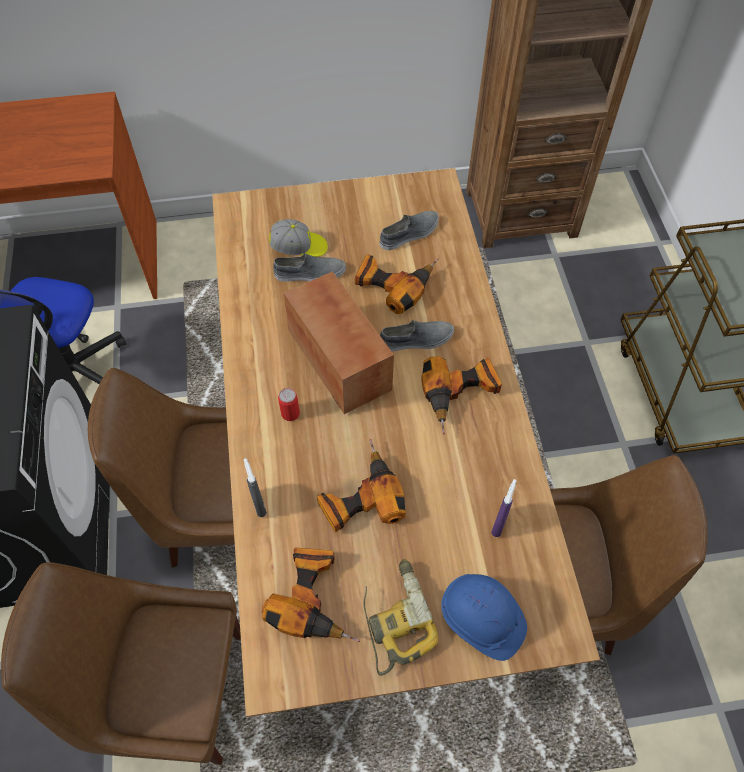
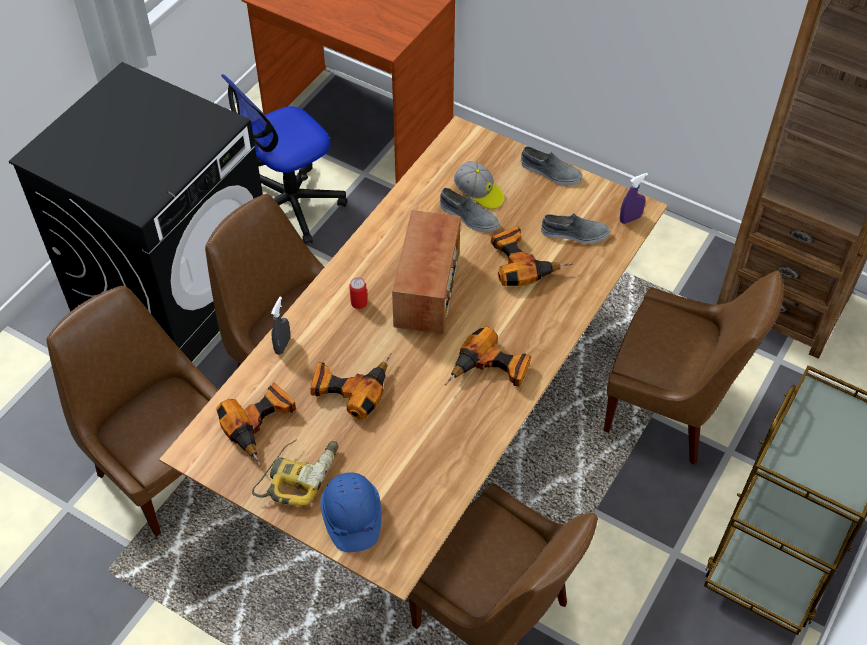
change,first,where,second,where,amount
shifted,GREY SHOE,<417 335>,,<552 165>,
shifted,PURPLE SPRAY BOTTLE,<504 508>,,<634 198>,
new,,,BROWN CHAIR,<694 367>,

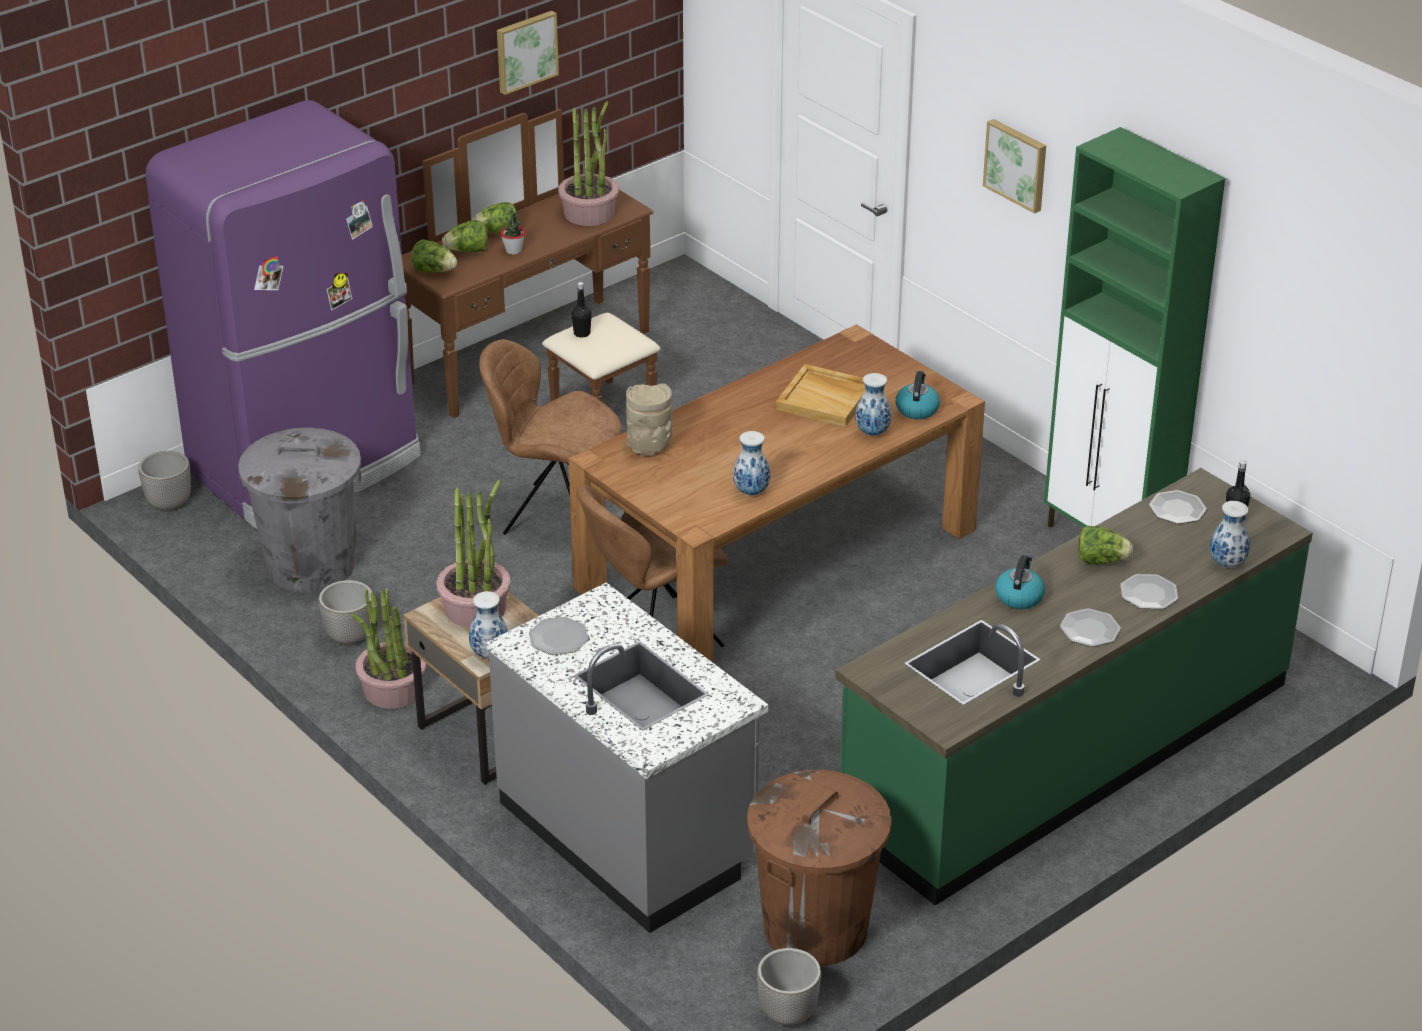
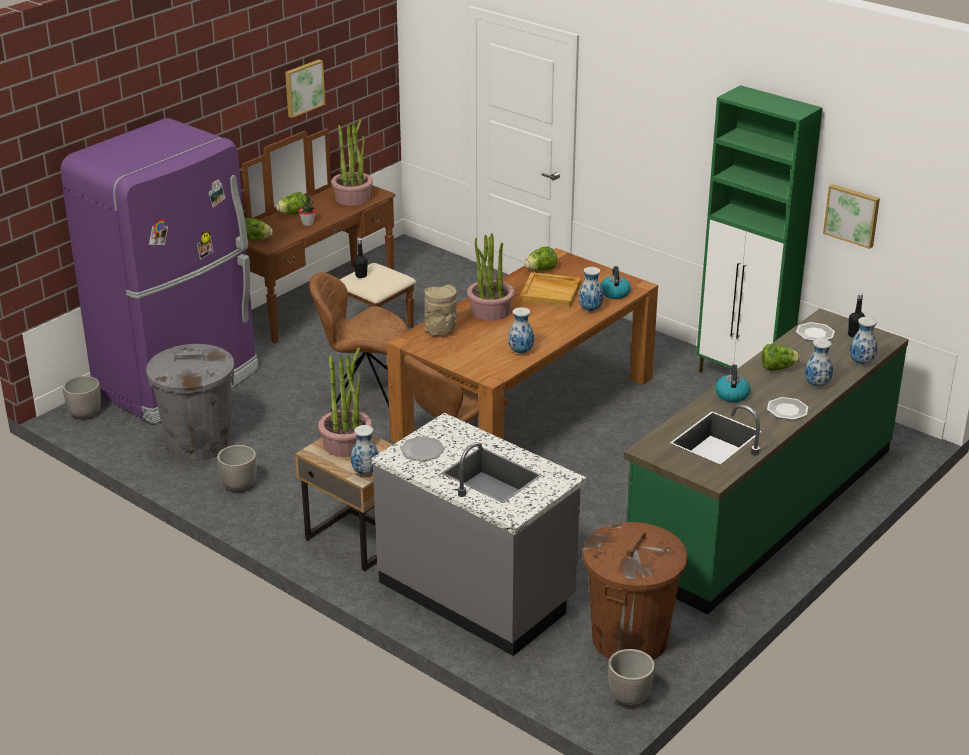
change,first,where,second,where,amount
shifted,POTTED PLANT,<389 649>,,<491 277>,
shifted,LETTUCE,<465 236>,,<540 258>,
shifted,PICTURE,<1014 166>,,<851 216>,
swapped,PLATE,<1149 591>,VASE,<819 362>,

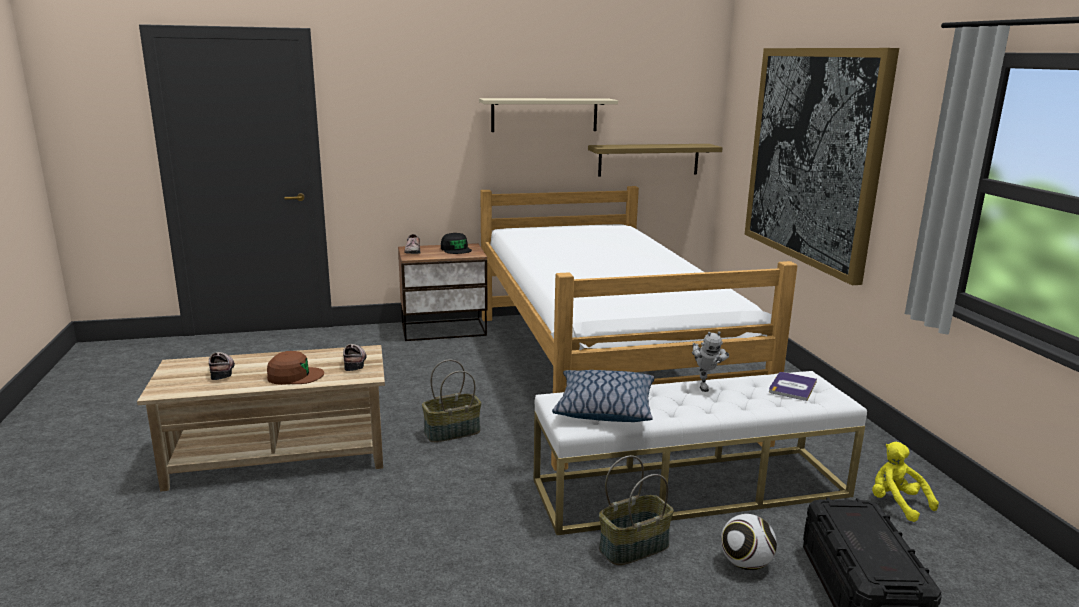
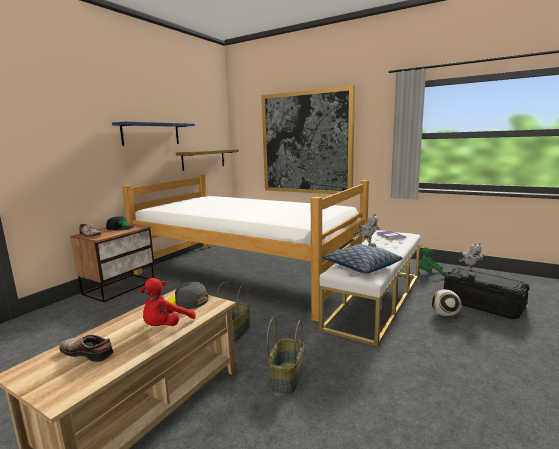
change,first,where,second,where,amount
swapped,BROWN CAP,<295 368>,RED PLUSH TOY,<168 302>,
swapped,SHOE,<355 357>,GREY CAP,<188 295>,
repainted,BEIGE SHELF,<548 115>,BLUE SHELF,<153 134>,
shifted,BASKET,<636 510>,,<285 356>,
repainted,YELLOW PLUSH TOY,<905 482>,GREEN PLUSH TOY,<433 262>,
new,,,TOY ROBOT,<471 260>,

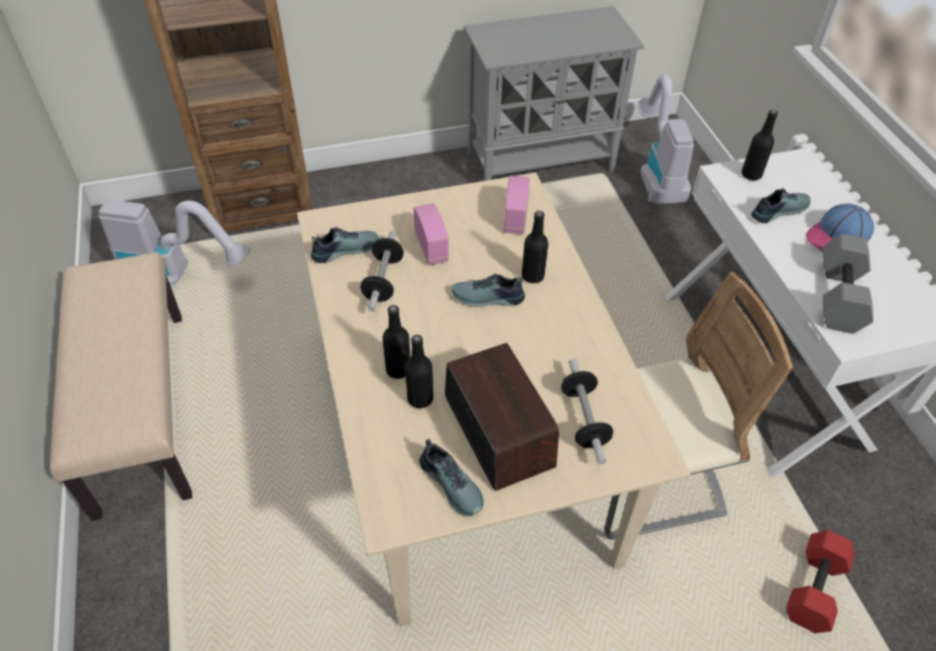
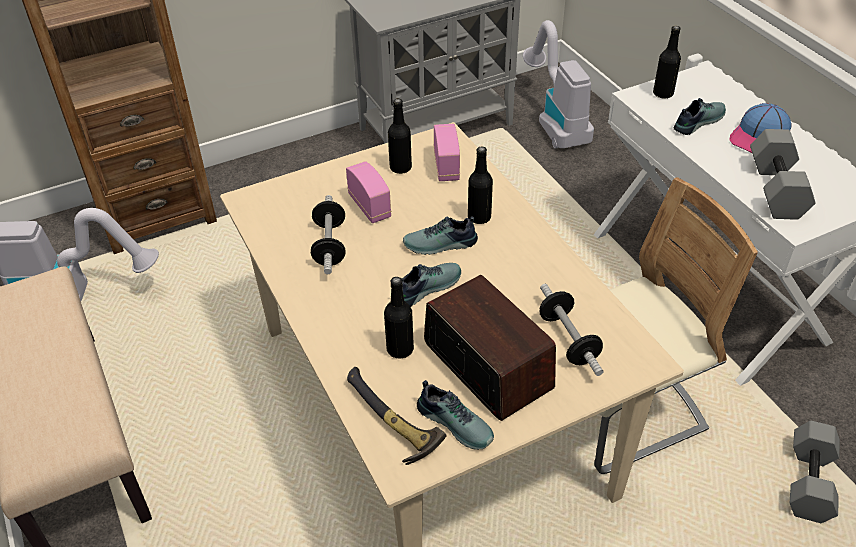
change,first,where,second,where,amount
shifted,SHOE,<344 245>,,<431 285>,
shifted,BLACK BOTTLE,<396 342>,,<400 136>,
repainted,RED DUMBBELL,<820 581>,GREY DUMBBELL,<815 472>,
new,,,HAMMER,<397 416>,

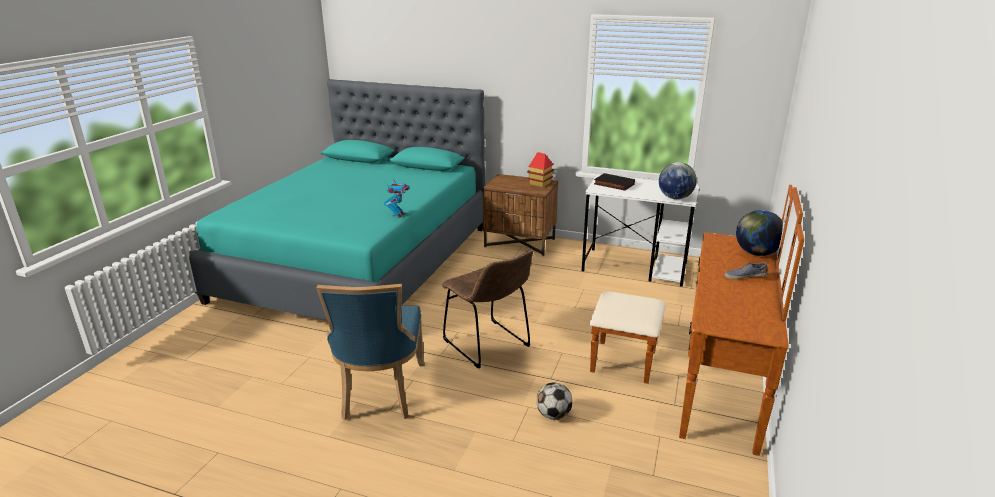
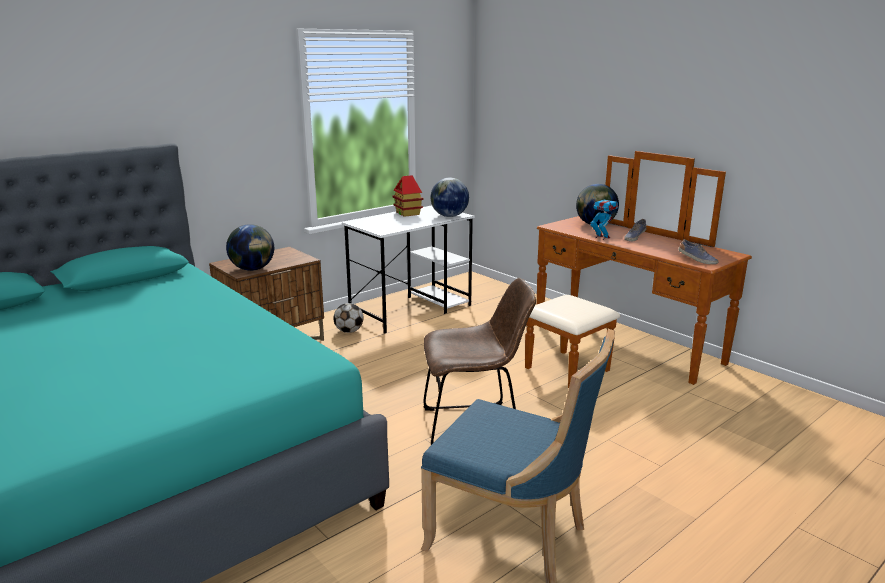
change,first,where,second,where,amount
shifted,TOY ROBOT,<396 198>,,<604 218>,
shifted,TOY HOUSE,<540 169>,,<408 196>,
shifted,FOOTBALL,<554 401>,,<348 318>,
gone,BLACK BOOK,<614 182>,,,
new,,,GLOBE,<250 247>,
new,,,SHOE,<698 251>,

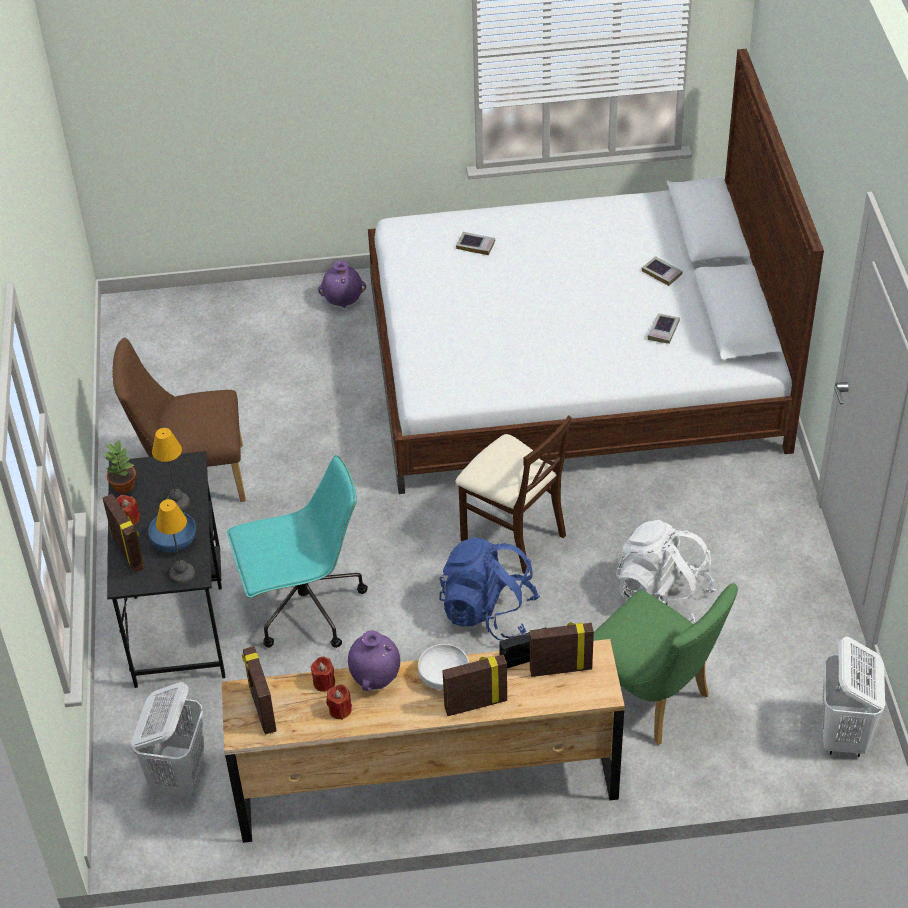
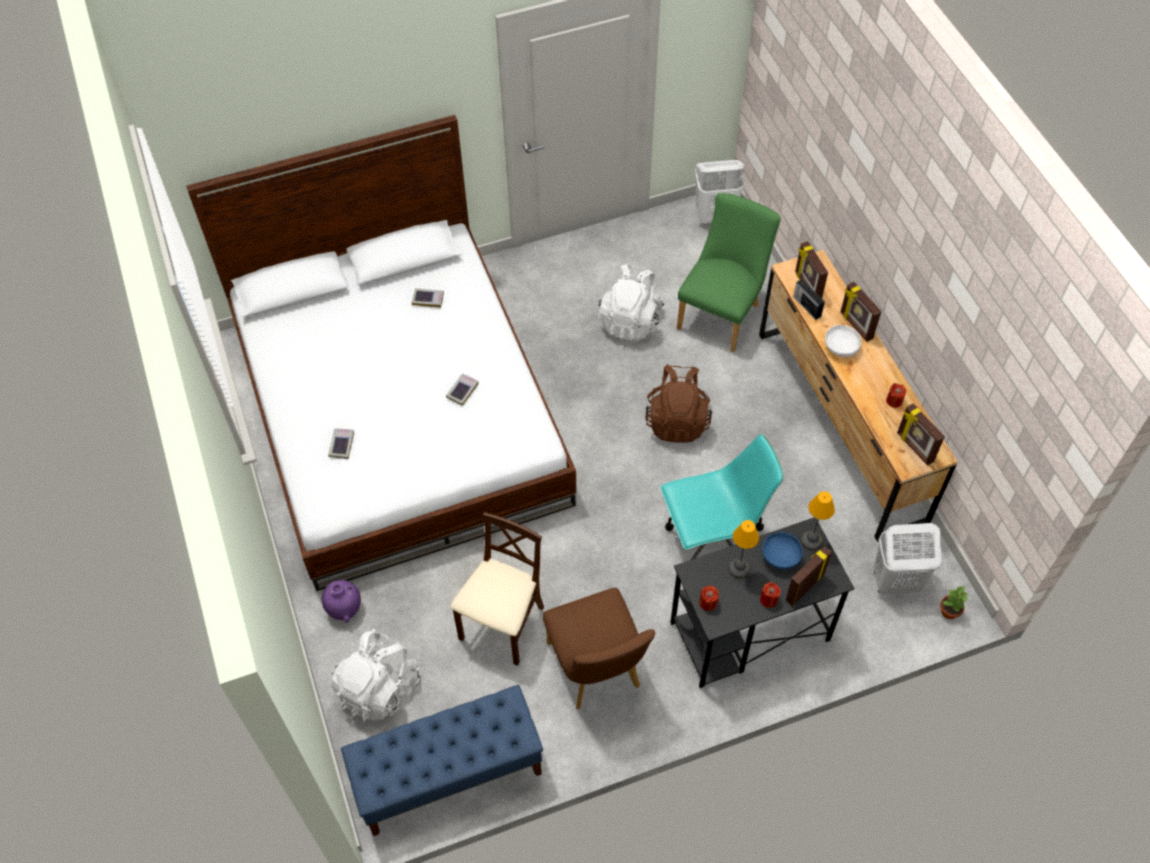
change,first,where,second,where,amount
shifted,POTTED PLANT,<120 466>,,<954 602>,
rotated,TURQUOISE OFFICE CHAIR,<297 551>,,<722 496>,105 degrees clockwise
rotated,PICTURE FRAME,<259 690>,,<921 434>,90 degrees clockwise
shifted,RED CANDLE,<323 674>,,<709 598>,
gone,PURPLE VASE,<374 660>,,,
repainted,BLUE BACKPACK,<489 588>,BROWN BACKPACK,<678 403>,
shifted,BEIGE CHAIR,<513 494>,,<497 589>,
shifted,BOOK,<662 271>,,<462 390>,
new,,,WHITE BACKPACK,<375 675>,
new,,,BLUE BENCH,<442 760>,

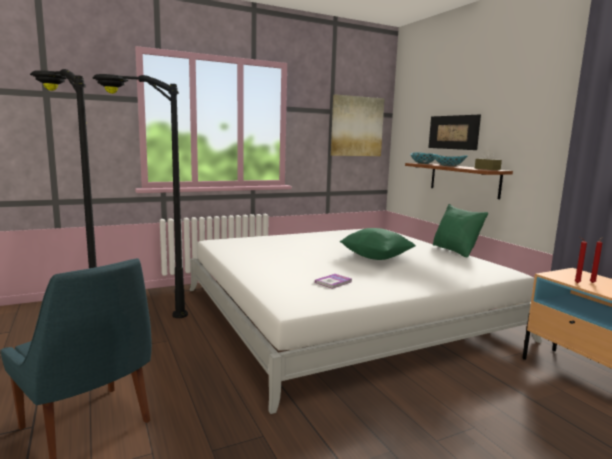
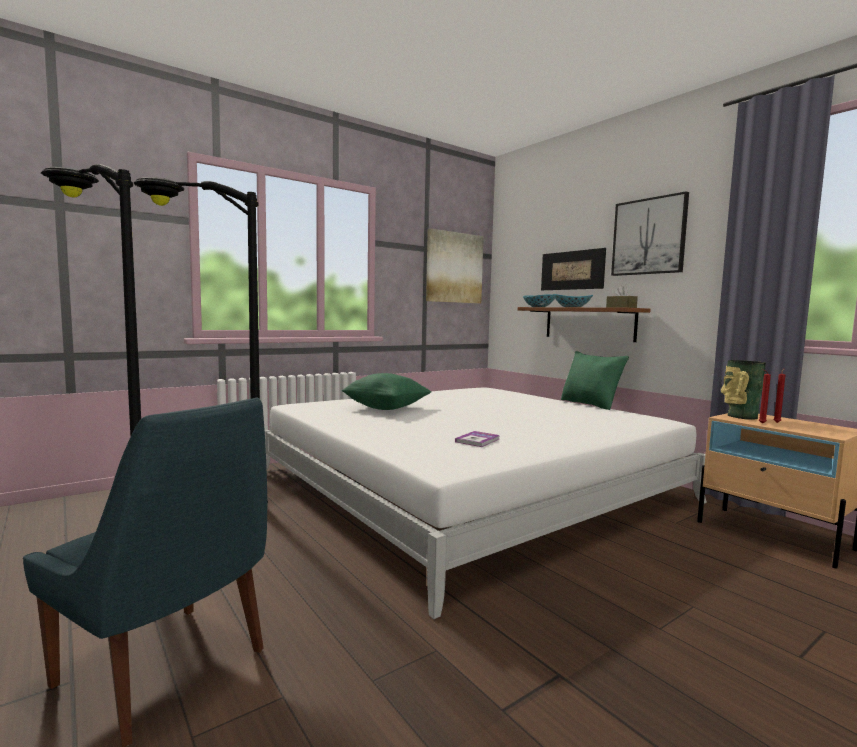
change,first,where,second,where,amount
shifted,GREEN PILLOW,<378 244>,,<386 391>,
new,,,PICTURE,<650 233>,
new,,,VASE,<743 390>,

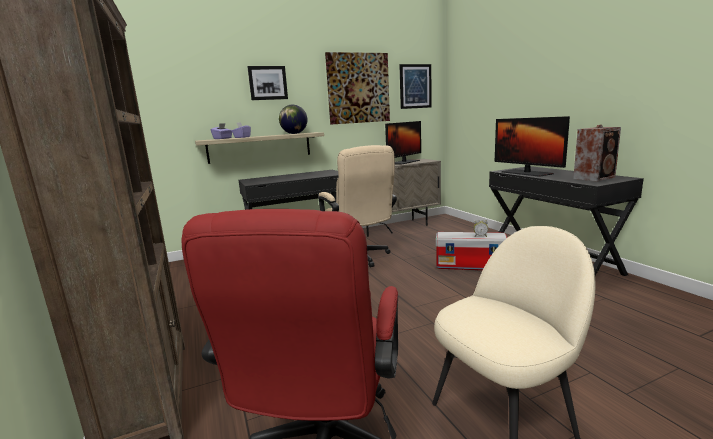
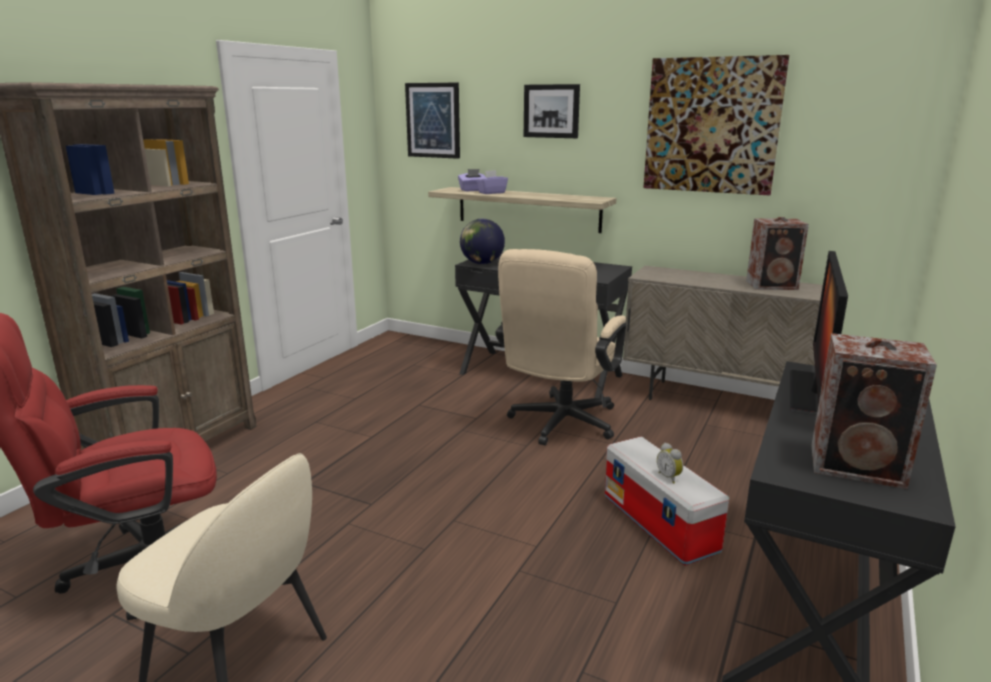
change,first,where,second,where,amount
shifted,GLOBE,<293 119>,,<482 241>,
swapped,MONITOR,<403 143>,SPEAKER,<777 253>,
shifted,PICTURE,<415 86>,,<432 121>,

